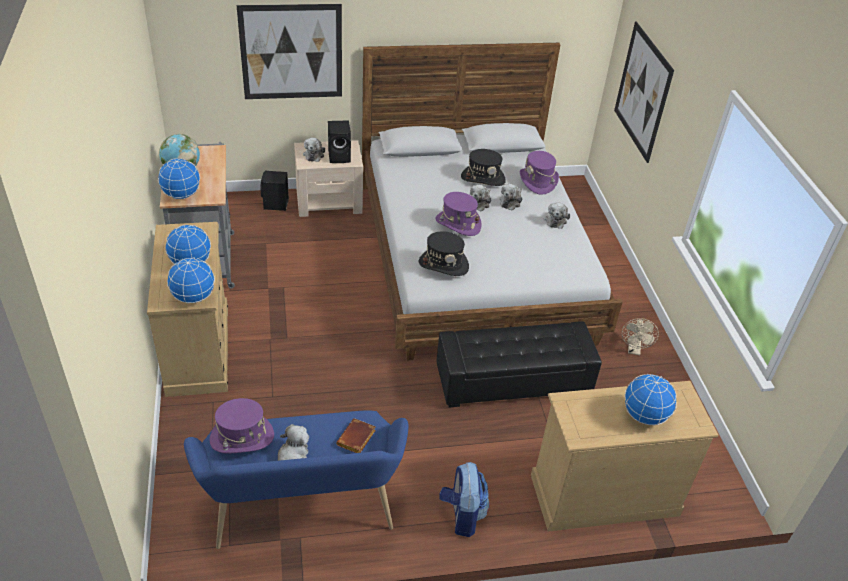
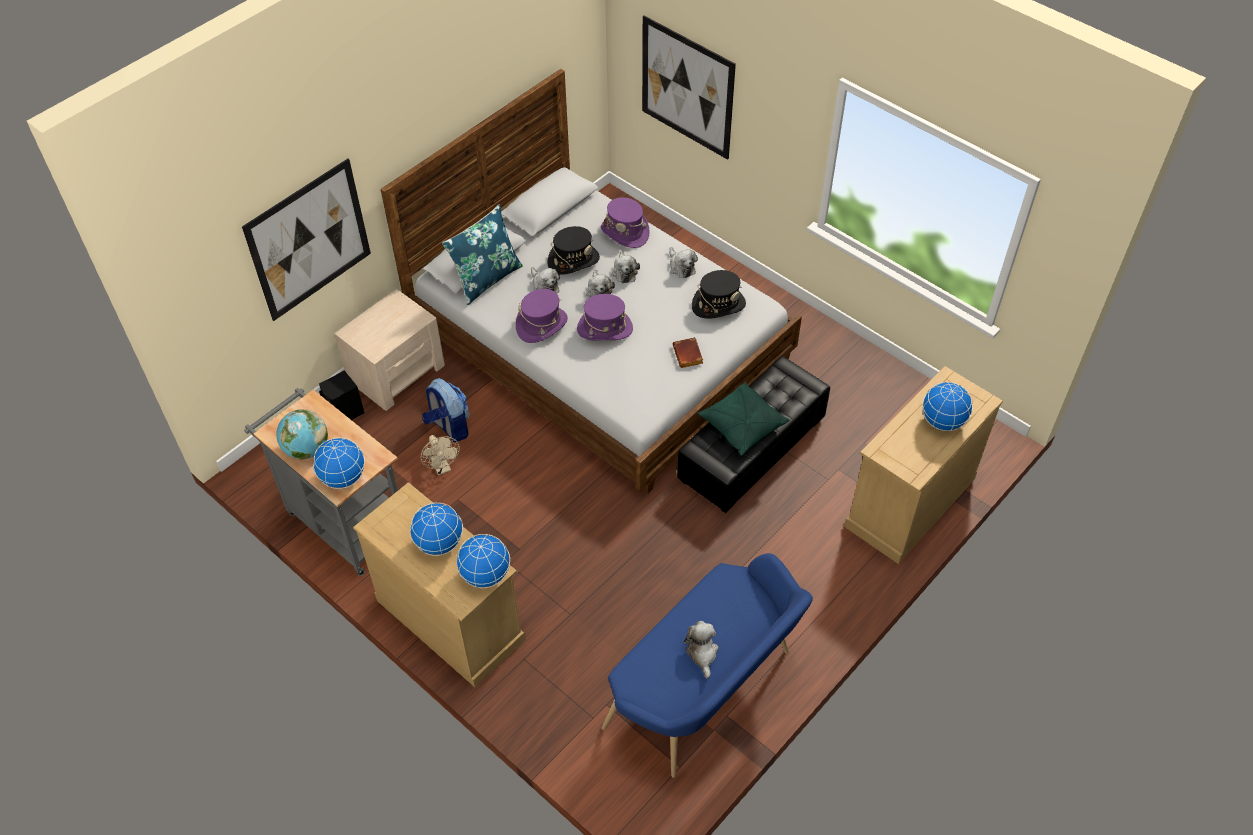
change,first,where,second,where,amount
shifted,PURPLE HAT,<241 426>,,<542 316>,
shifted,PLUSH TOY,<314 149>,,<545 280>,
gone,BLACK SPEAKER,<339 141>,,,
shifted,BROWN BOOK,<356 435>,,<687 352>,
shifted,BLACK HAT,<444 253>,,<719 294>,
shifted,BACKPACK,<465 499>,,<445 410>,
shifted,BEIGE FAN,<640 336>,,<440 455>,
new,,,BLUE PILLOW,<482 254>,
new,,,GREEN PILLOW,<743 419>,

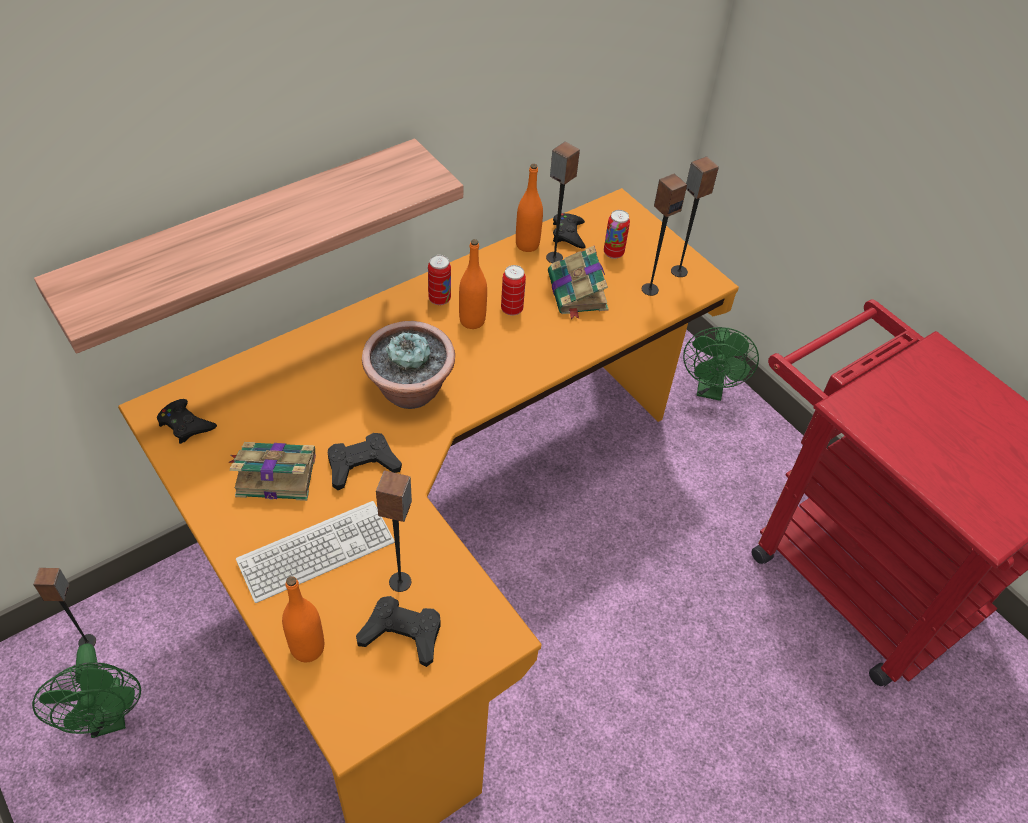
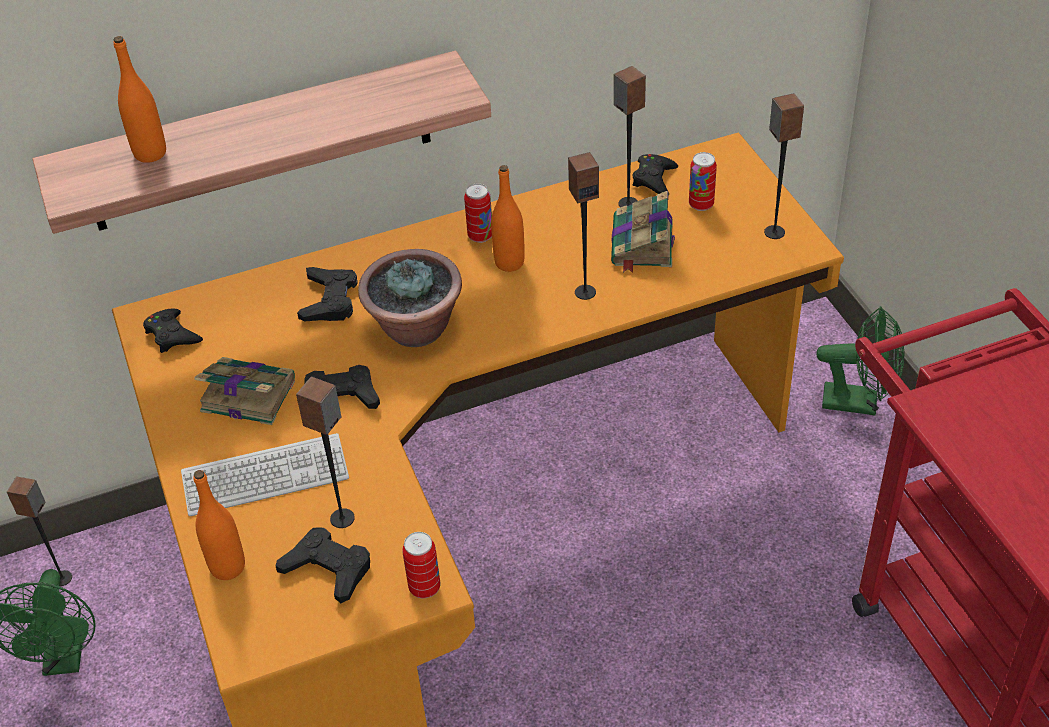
change,first,where,second,where,amount
shifted,CAN,<513 290>,,<421 565>,
shifted,ORANGE BOTTLE,<529 208>,,<139 99>,
shifted,SPEAKER,<664 235>,,<583 226>,
rotated,GREEN FAN,<721 364>,,<860 361>,105 degrees counterclockwise
new,,,BLACK GAME CONTROLLER,<327 294>,

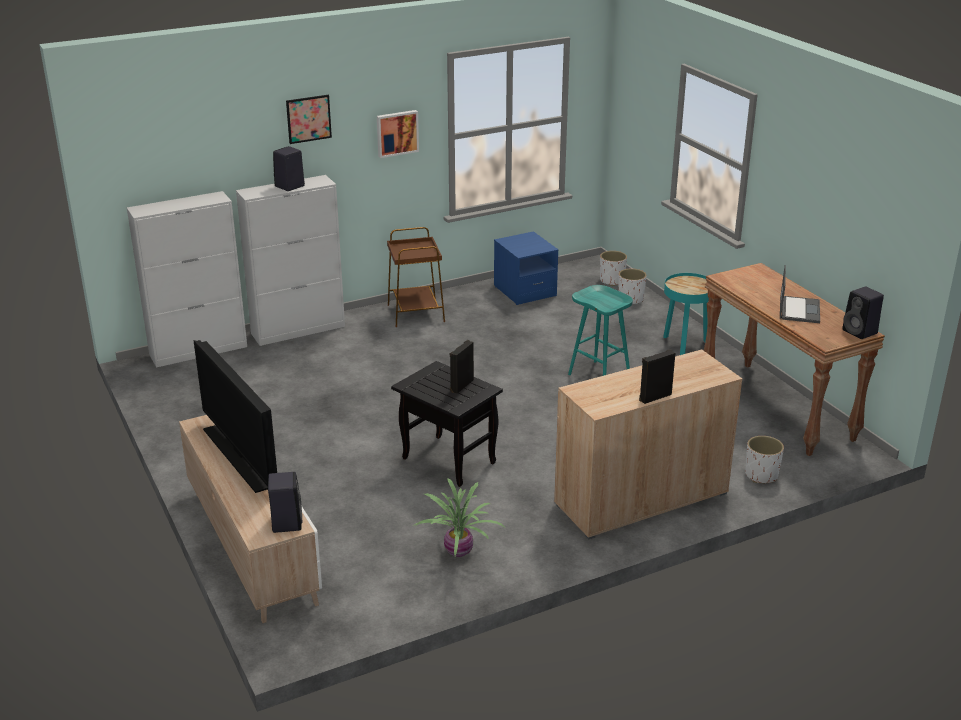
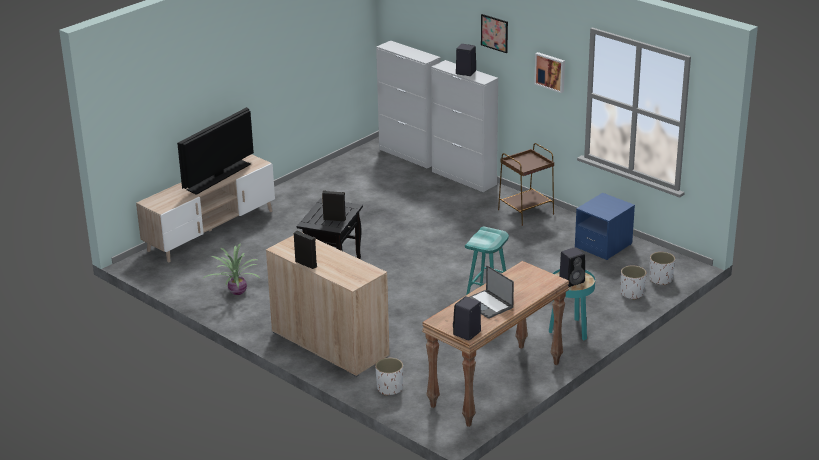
change,first,where,second,where,amount
shifted,BLACK SPEAKER,<285 502>,,<572 267>,
rotated,LAPTOP,<800 294>,,<491 292>,60 degrees clockwise

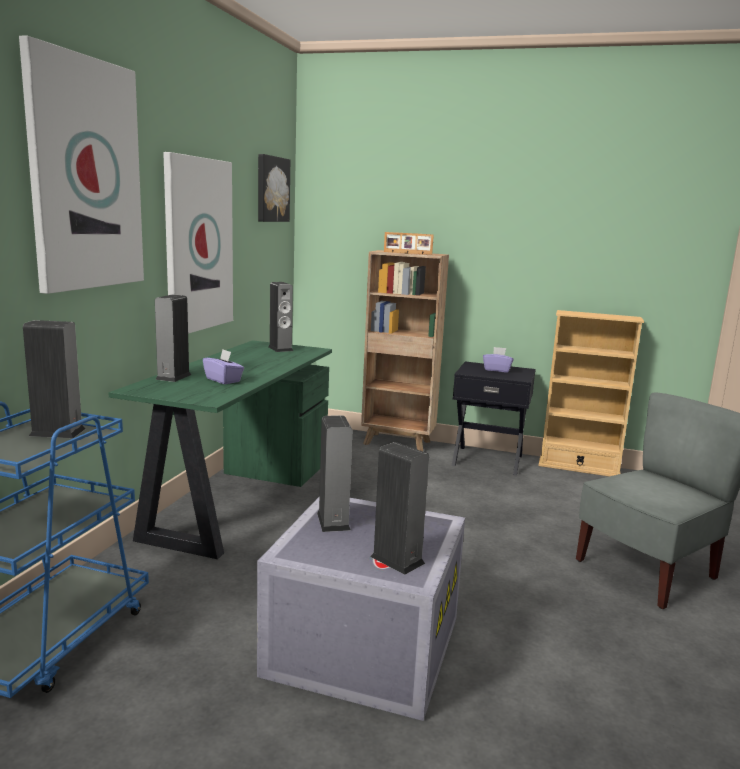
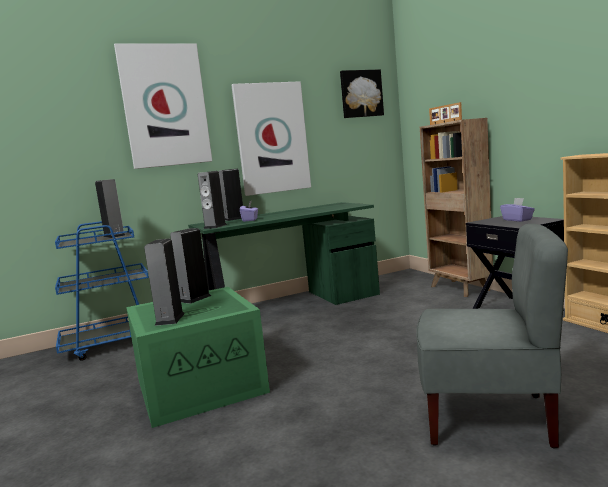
change,first,where,second,where,amount
repainted,GREY STORAGE BOX,<361 609>,GREEN STORAGE BOX,<198 357>,
shifted,SPEAKER,<280 317>,,<212 200>,

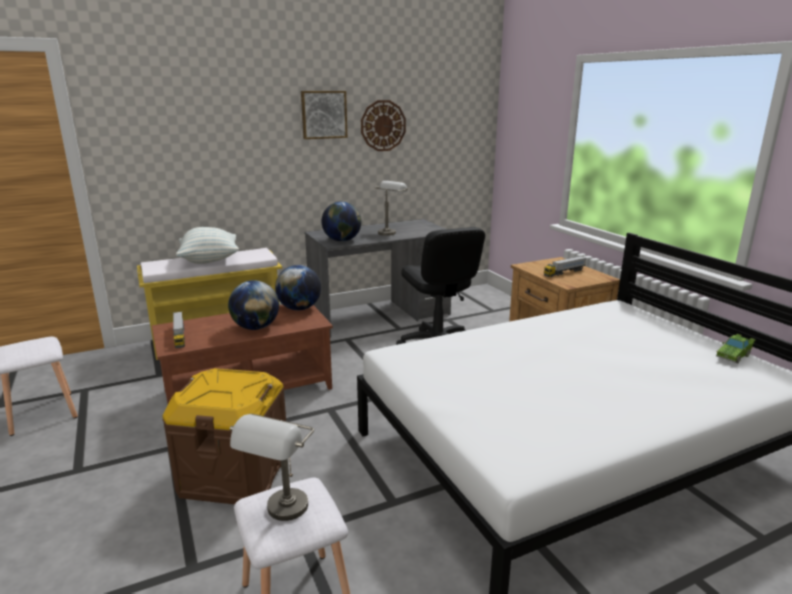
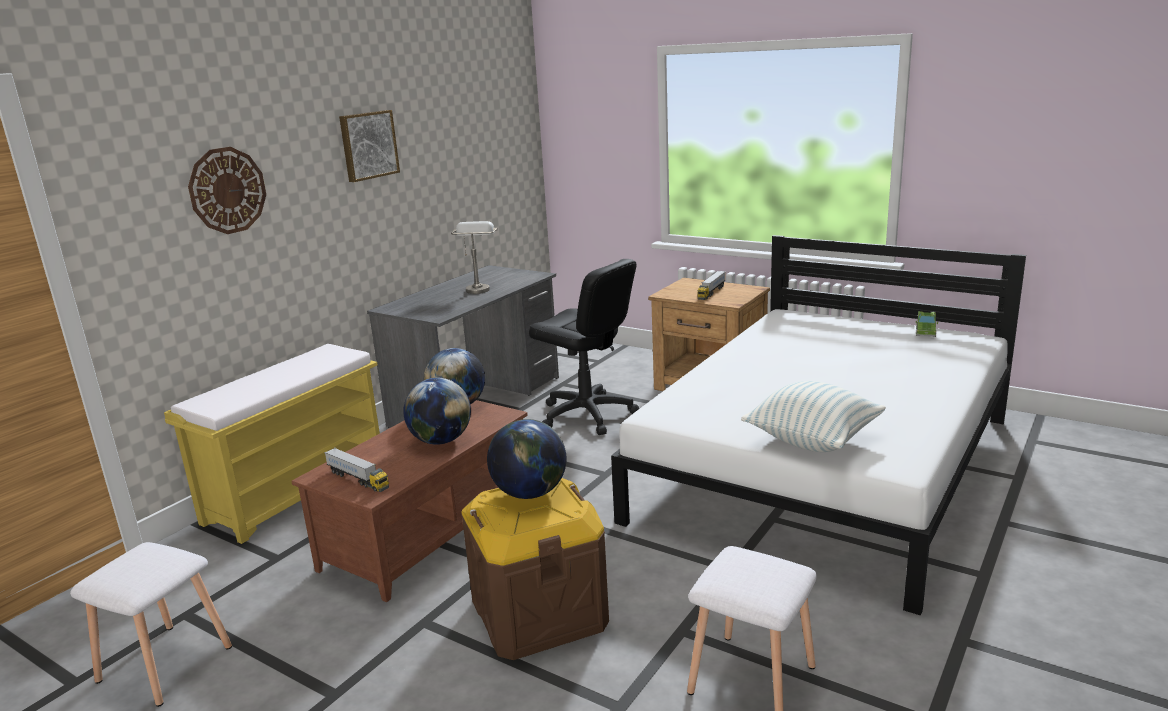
change,first,where,second,where,amount
shifted,PILLOW,<207 245>,,<813 416>,
gone,GREY TABLE LAMP,<272 467>,,,
shifted,GLOBE,<341 222>,,<526 459>,
shifted,WALL CLOCK,<383 125>,,<227 190>,

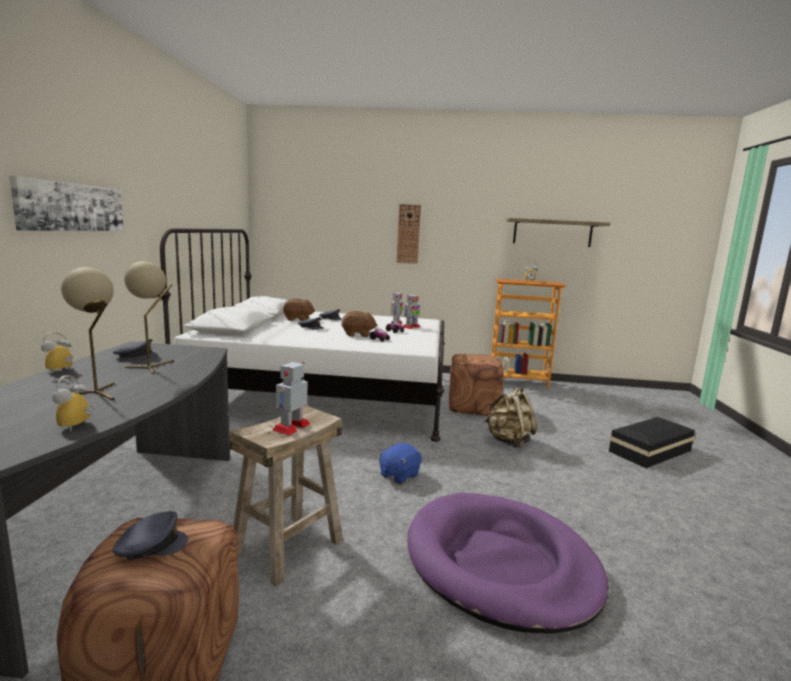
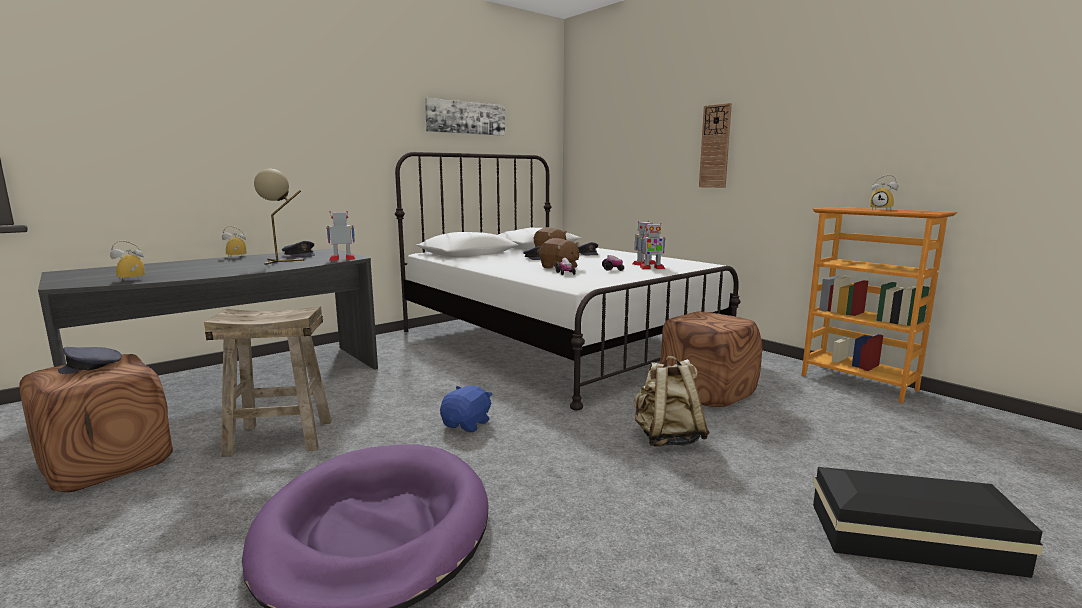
change,first,where,second,where,amount
shifted,PICTURE,<67 203>,,<465 117>,
gone,BEIGE TABLE LAMP,<88 333>,,,
rotated,GREY CAP,<150 535>,,<90 360>,120 degrees clockwise
shifted,TOY ROBOT,<291 398>,,<341 236>,
rotated,BLUE PLUSH TOY,<400 463>,,<466 408>,120 degrees clockwise
gone,SHELF,<558 232>,,,

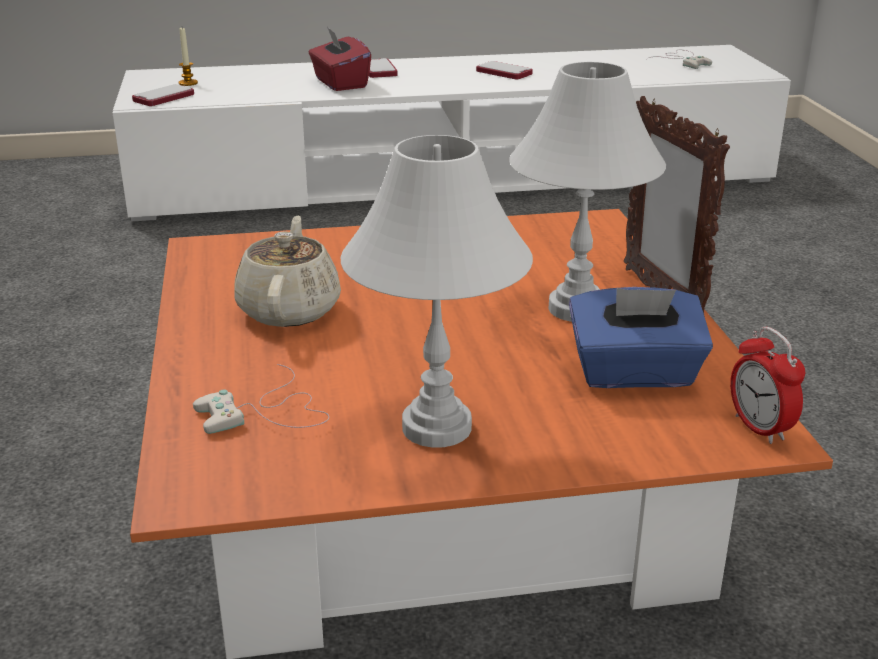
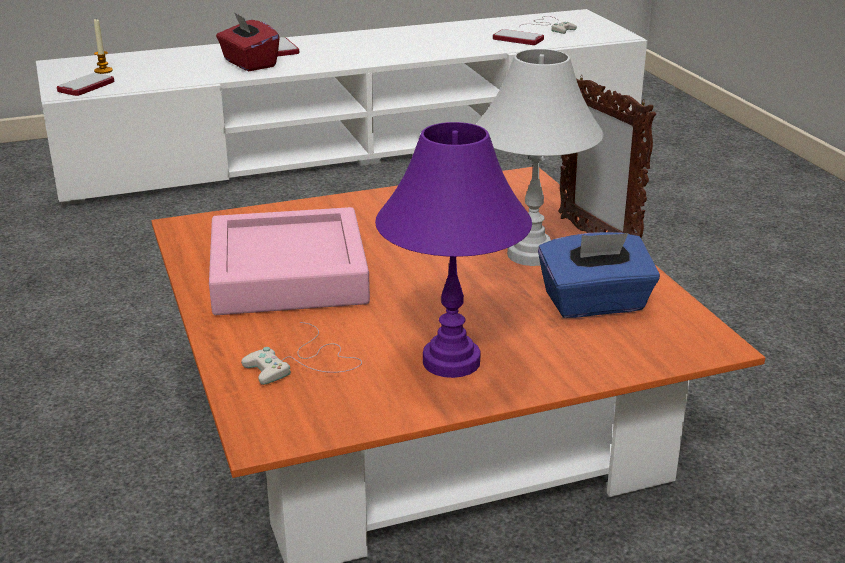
change,first,where,second,where,amount
swapped,BEIGE TEAPOT,<287 271>,PINK TRAY,<289 261>,
repainted,WHITE TABLE LAMP,<437 291>,PURPLE TABLE LAMP,<453 250>,
shifted,PHONE,<504 70>,,<518 37>,
gone,ALARM CLOCK,<767 385>,,,

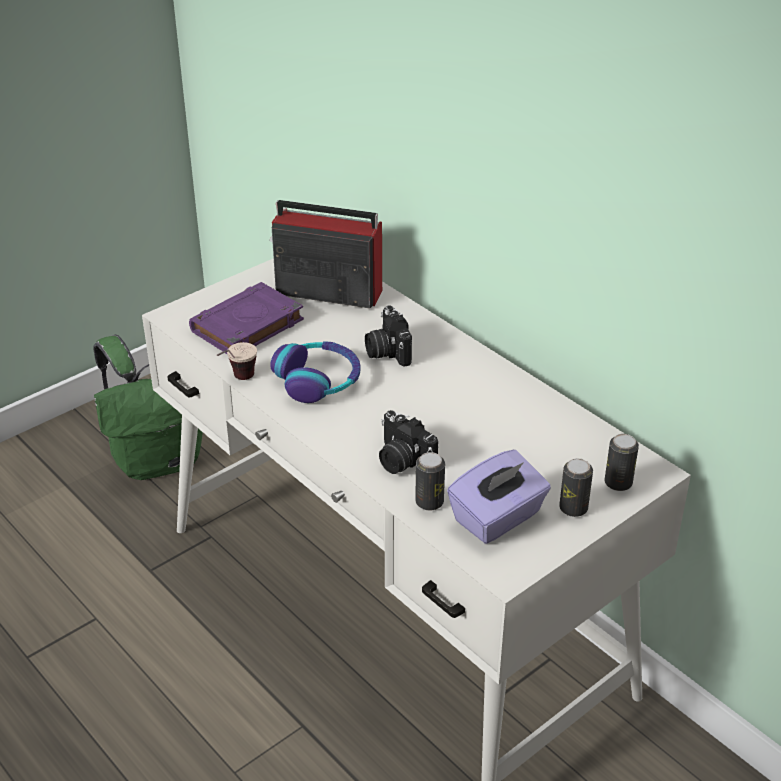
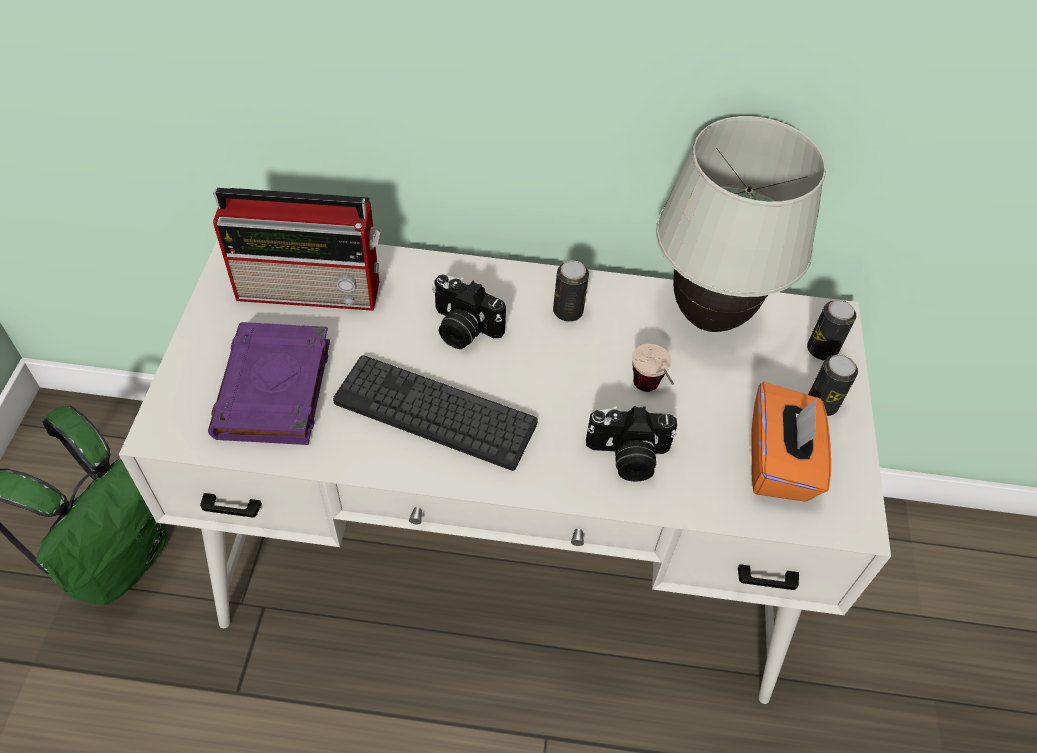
change,first,where,second,where,amount
shifted,CUP,<237 361>,,<653 368>,
rotated,RADIO,<325 254>,,<297 249>,150 degrees counterclockwise
swapped,HEADPHONES,<315 372>,KEYBOARD,<435 413>,
shifted,CAN,<430 481>,,<571 291>,
repainted,PURPLE TISSUE BOX,<499 497>,ORANGE TISSUE BOX,<791 442>,
new,,,WHITE TABLE LAMP,<741 224>,

